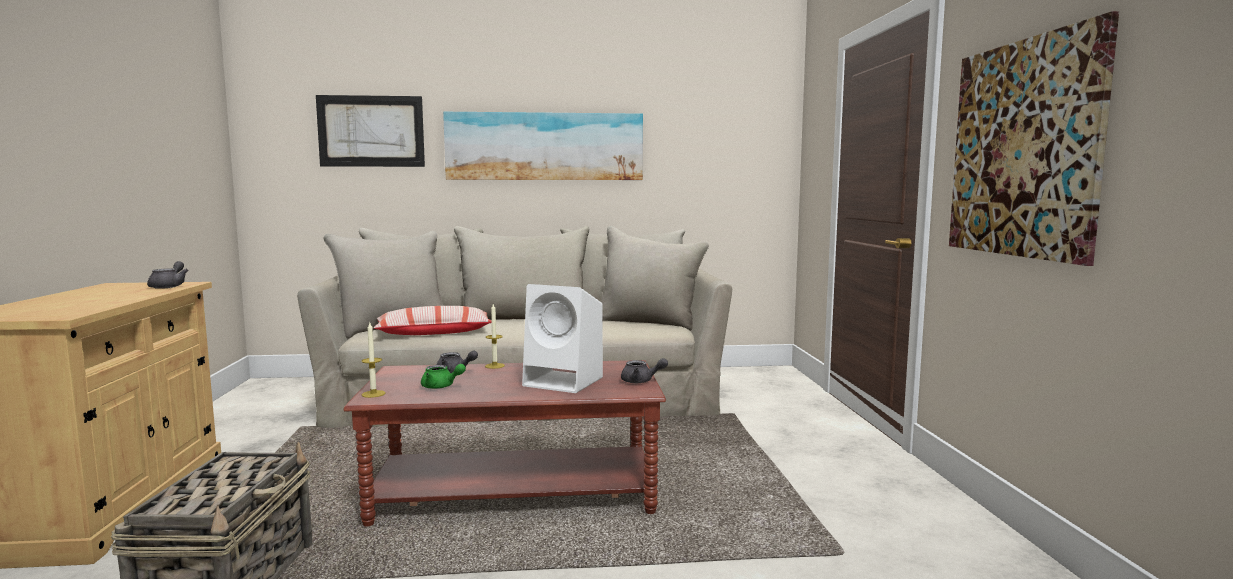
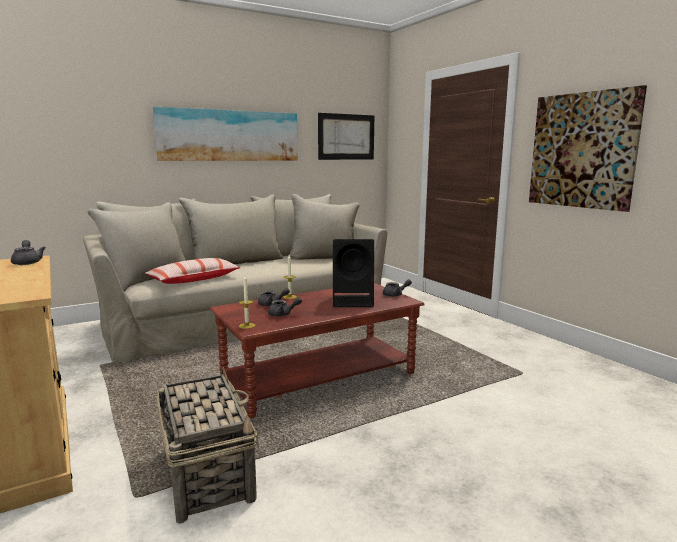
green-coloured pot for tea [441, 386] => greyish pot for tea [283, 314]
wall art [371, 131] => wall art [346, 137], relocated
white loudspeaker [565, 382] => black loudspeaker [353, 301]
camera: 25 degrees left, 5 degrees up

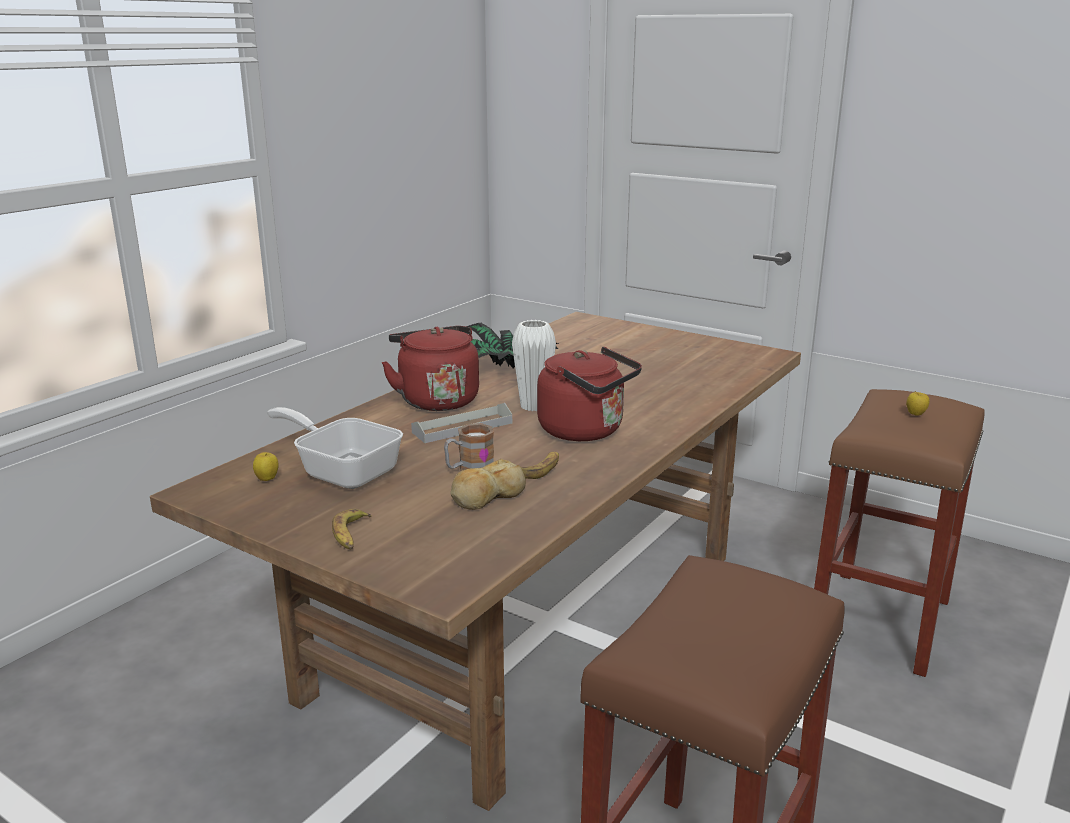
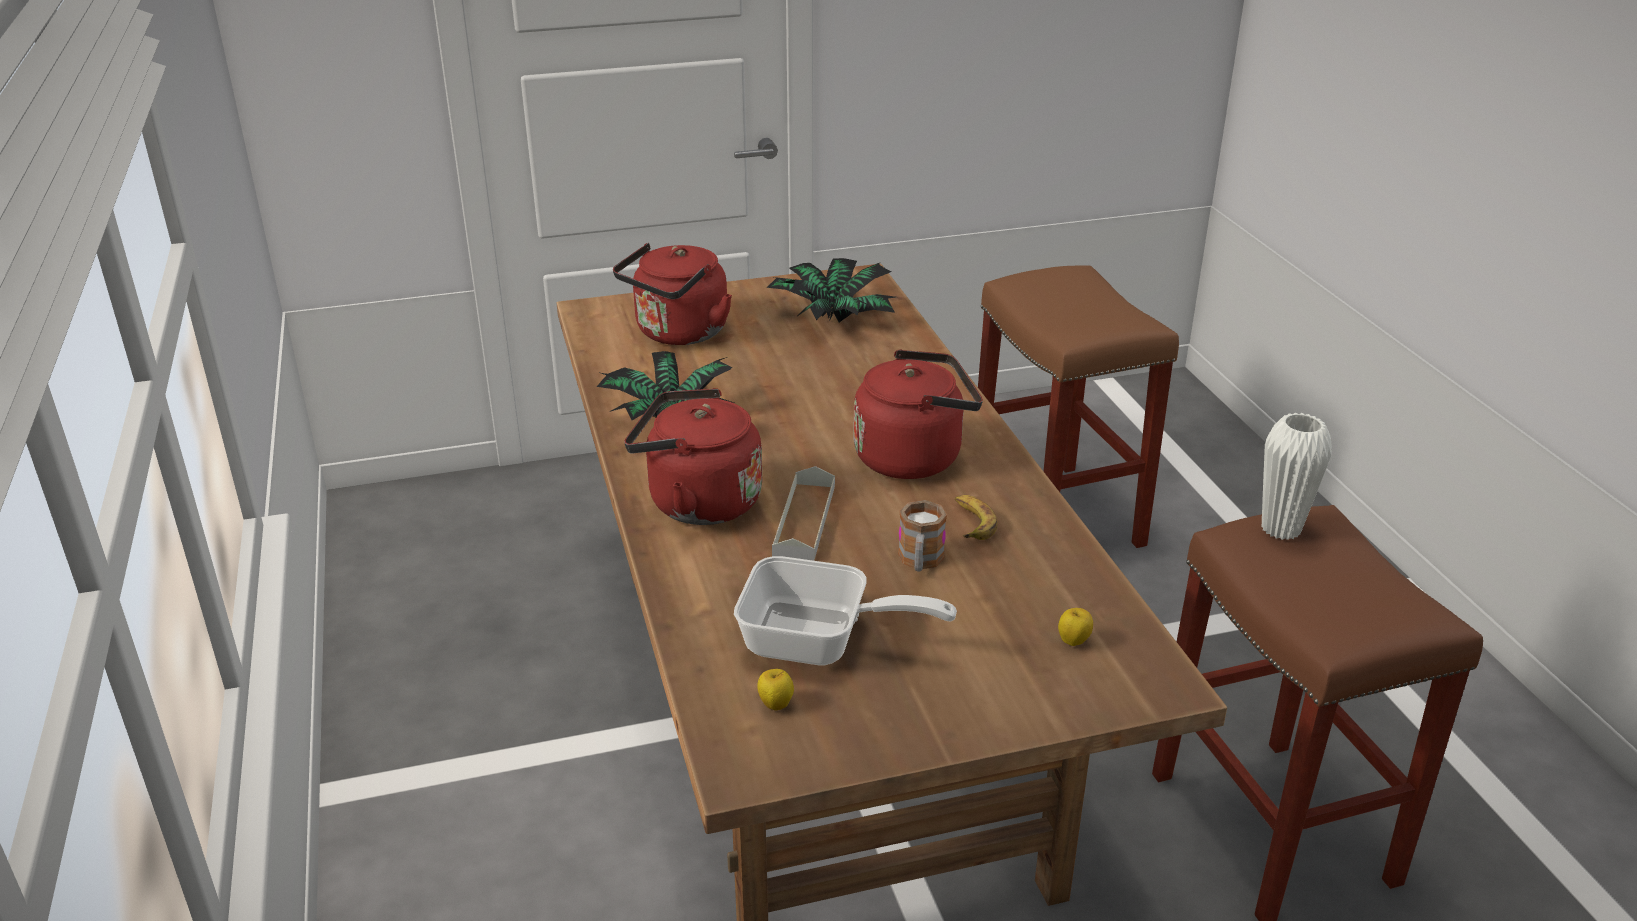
nothing => red water kettle [678, 334]
frying pan [342, 470] => frying pan [819, 643], 150 degrees counterclockwise
nothing => plant in a pot [832, 318]
whole apple [915, 415] => whole apple [1073, 642], relocated
white decorative vase [533, 406] => white decorative vase [1281, 529], relocated
banana [351, 535] => nothing
bakery bread [486, 496] => nothing
camera: 50 degrees left, 10 degrees up

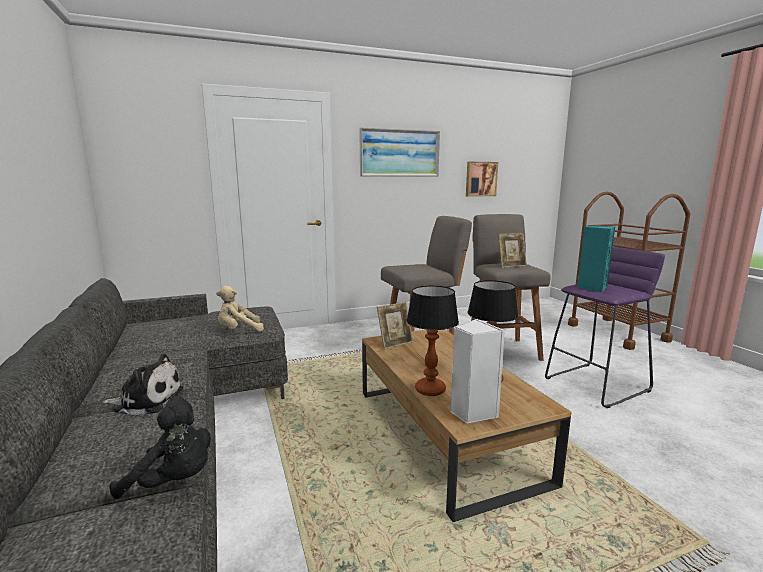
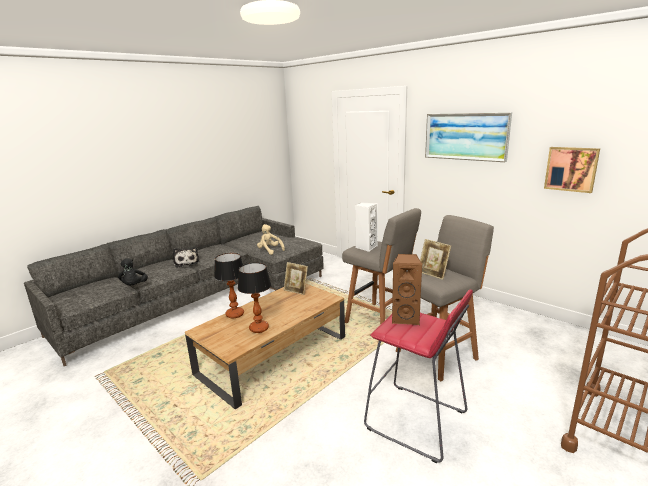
white loudspeaker [472, 413] => white loudspeaker [366, 247], relocated
purple-coloured sitting stool [597, 384] => red sitting stool [416, 421]
blue-green loudspeaker [592, 287] => brown-coloured loudspeaker [406, 318]
camera: 65 degrees right, 5 degrees up

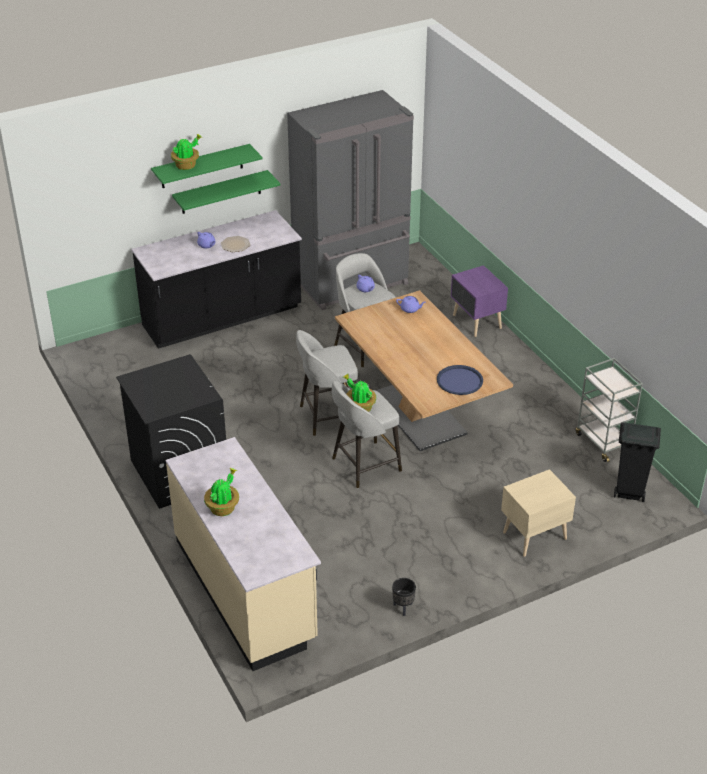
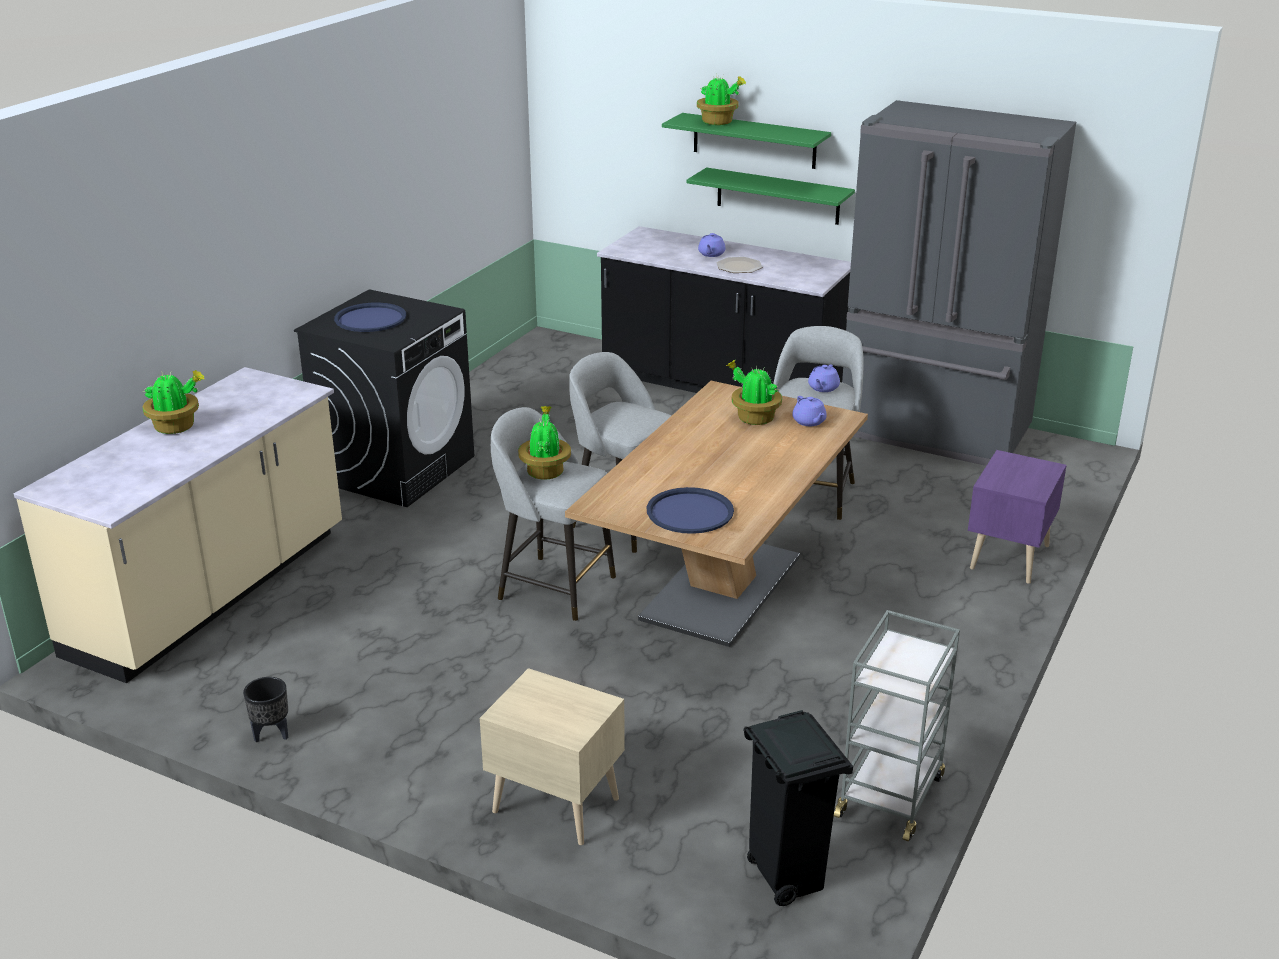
nothing => bluish serving tray [370, 319]
nothing => plant in a pot [754, 418]
camera: 55 degrees right, 10 degrees down

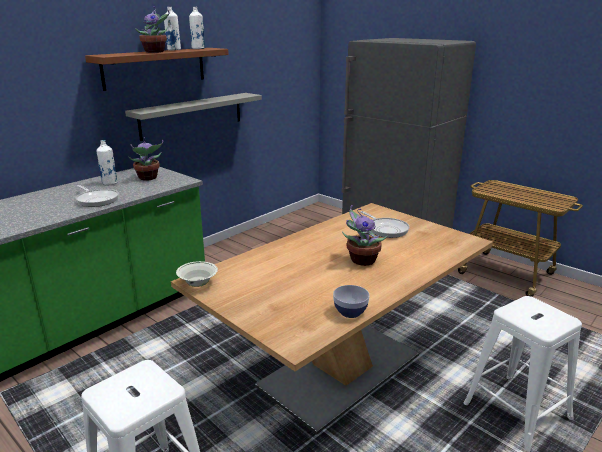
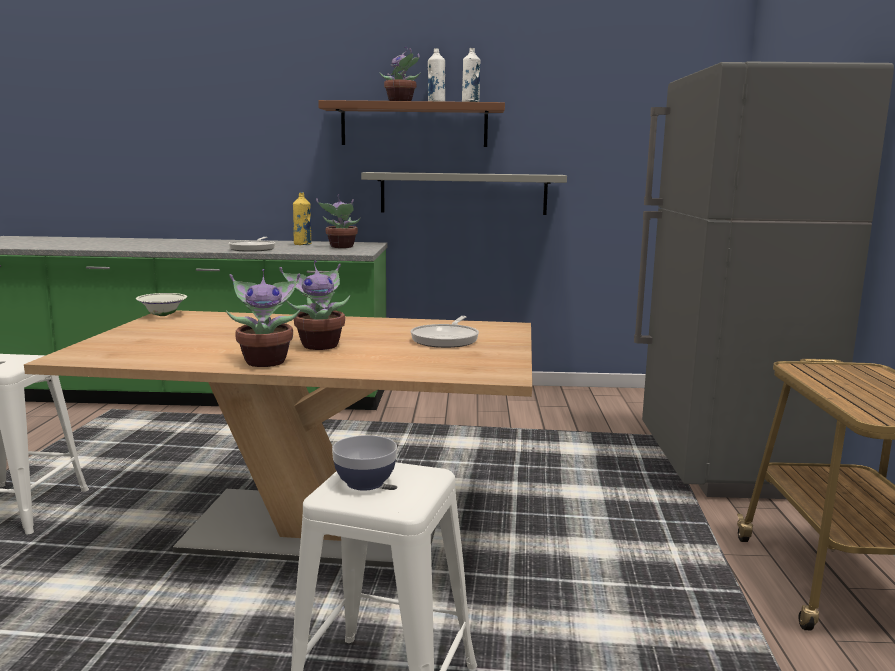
nothing => plant in a pot [266, 361]
white bottle [109, 183] => yellow-coloured bottle [302, 244]
serving bowl [350, 312] => serving bowl [365, 482], relocated
camera: 50 degrees right, 10 degrees down

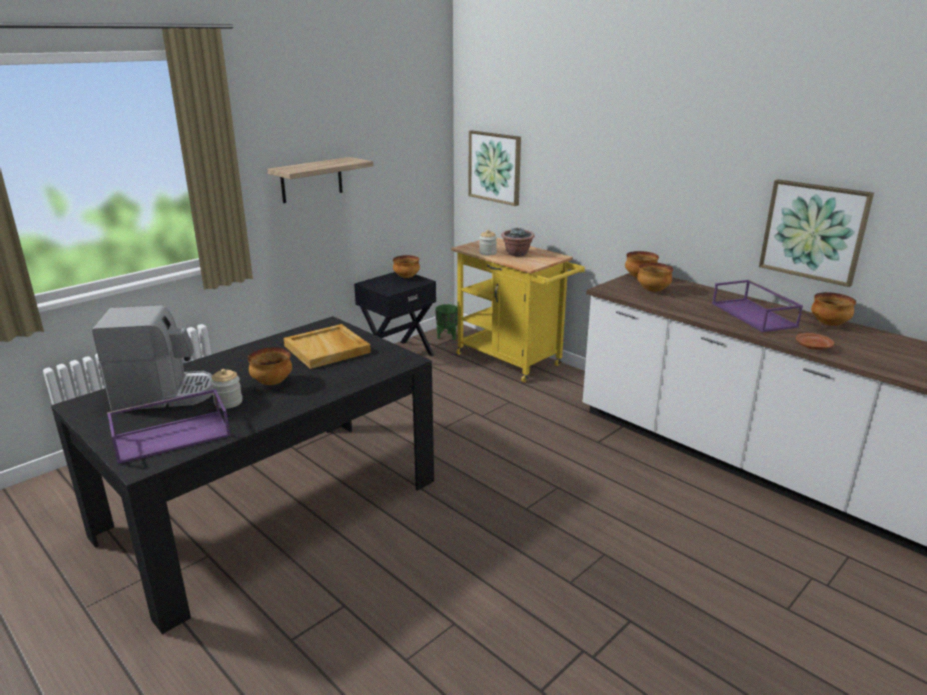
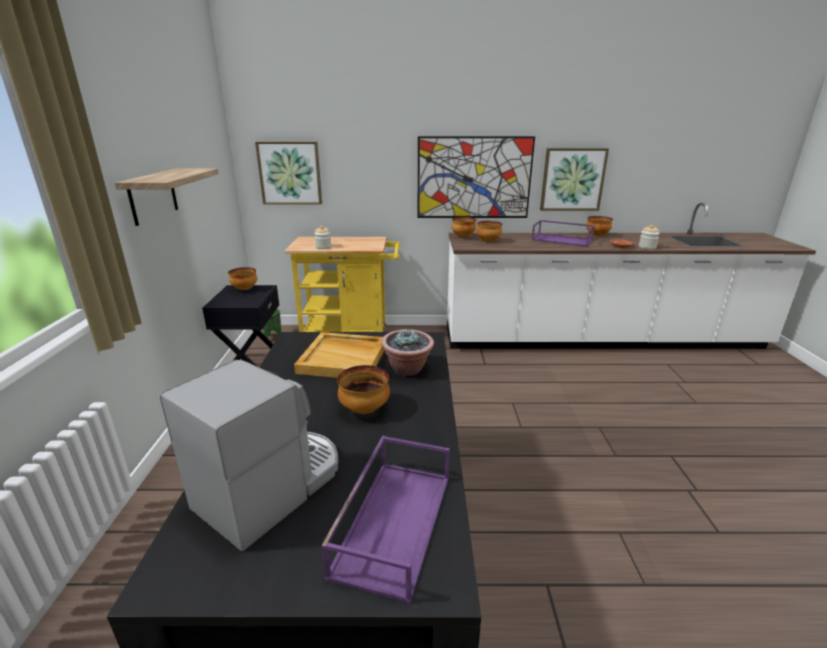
plant in a pot [517, 254] => plant in a pot [408, 369], relocated
nothing => wall art [474, 178]
jar [228, 402] => jar [647, 247], relocated
camera: 45 degrees left, 0 degrees up

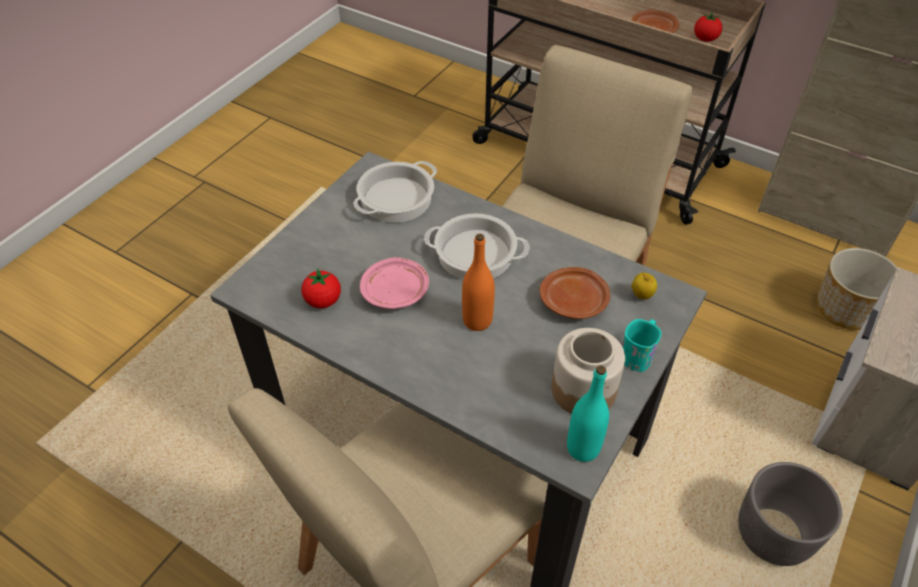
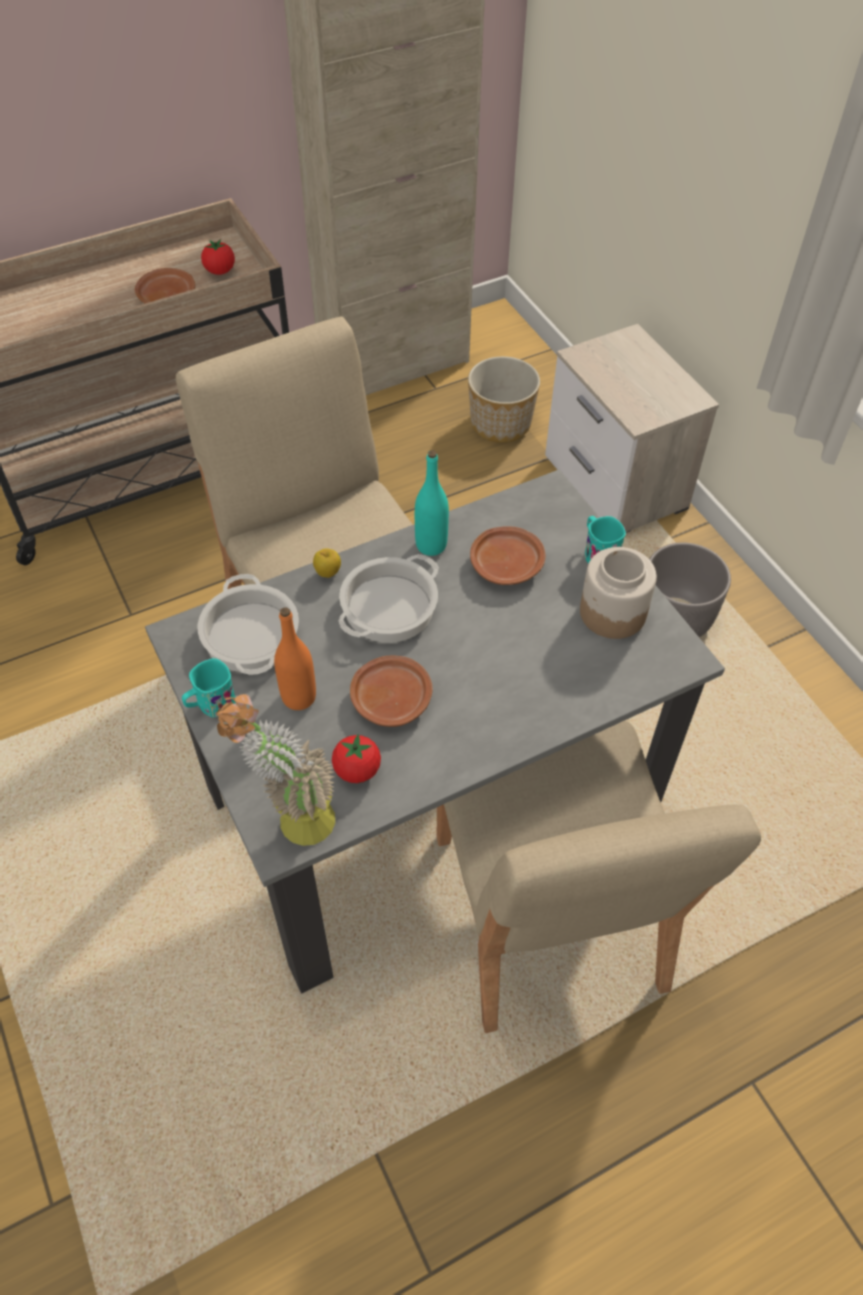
nothing => blue-green mug [211, 705]
nothing => plant in a pot [292, 820]
orange bottle [477, 320] => orange bottle [299, 697], relocated
whole apple [641, 296] => whole apple [328, 574], relocated
pink-coloured flat dish [396, 291] => brown-coloured flat dish [391, 698]
blue-green bottle [583, 448] => blue-green bottle [431, 545], relocated
camera: 60 degrees left, 5 degrees up

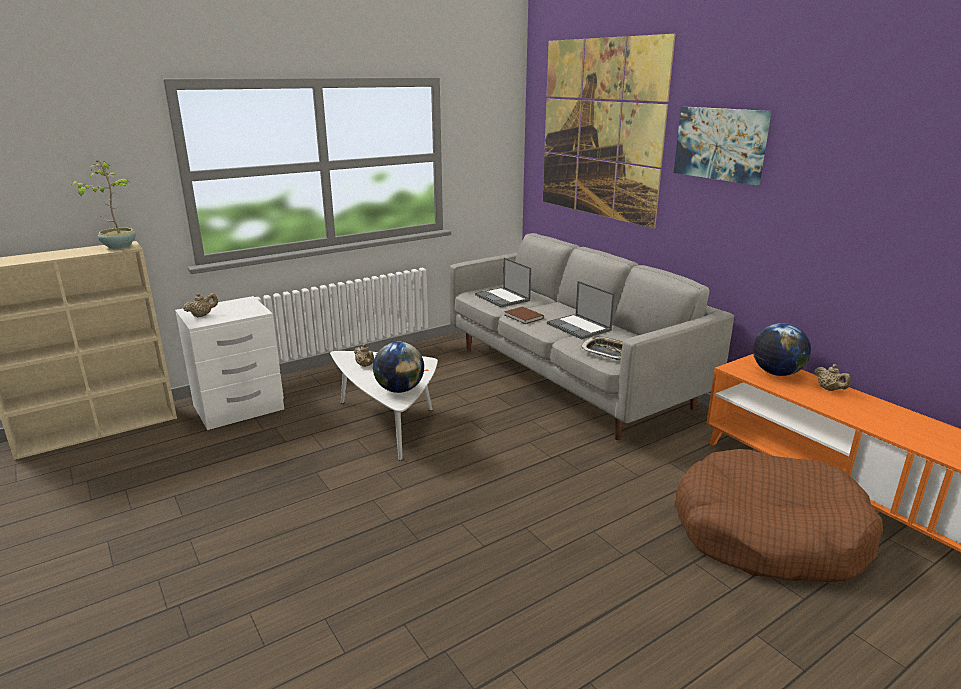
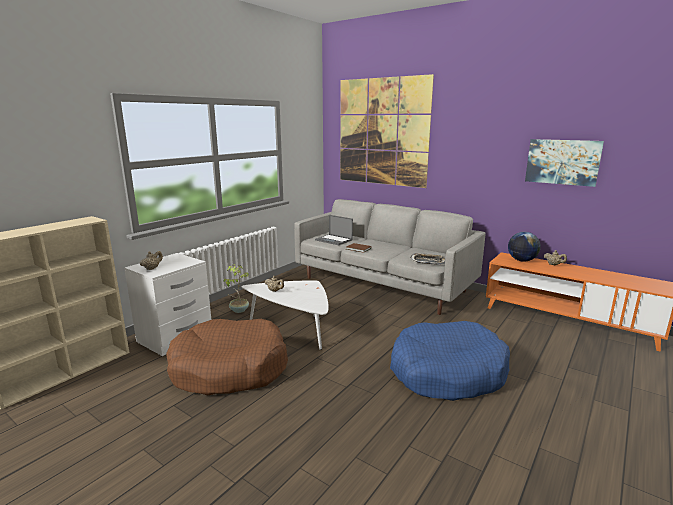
brown-coloured dog cushion [767, 533] => brown-coloured dog cushion [229, 368], relocated
plant in a pot [118, 246] => plant in a pot [238, 310], relocated
nothing => bluish dog cushion [447, 372]
wall art [720, 144] => wall art [562, 162], relocated
desk globe [399, 389] => nothing
portable computer [579, 327] => nothing
camera: 20 degrees left, 5 degrees down

